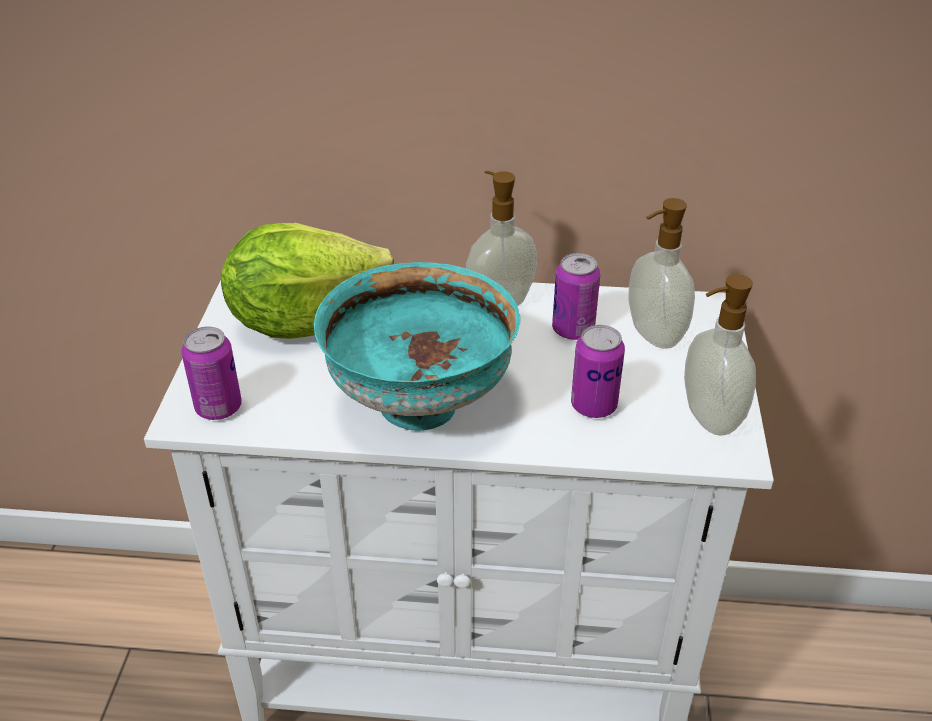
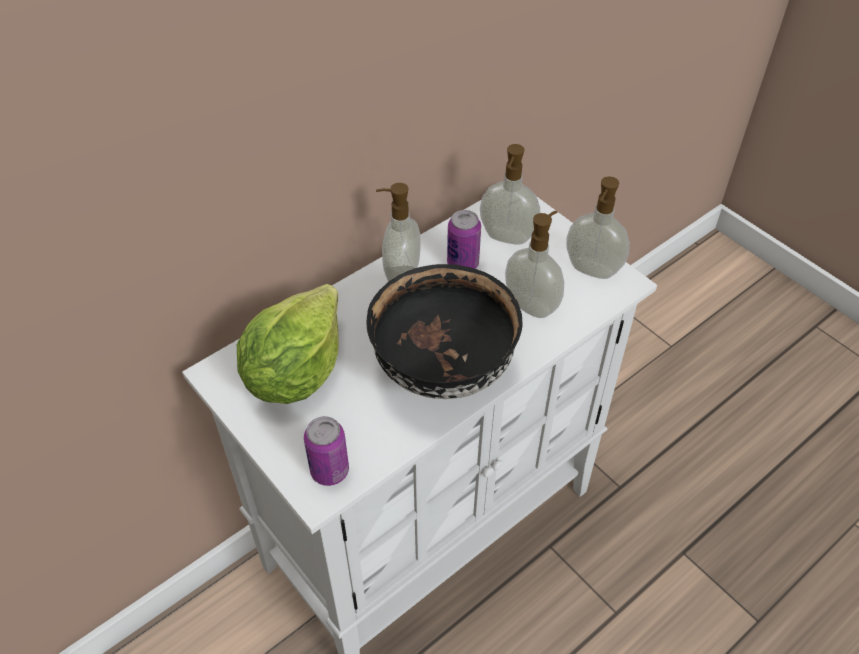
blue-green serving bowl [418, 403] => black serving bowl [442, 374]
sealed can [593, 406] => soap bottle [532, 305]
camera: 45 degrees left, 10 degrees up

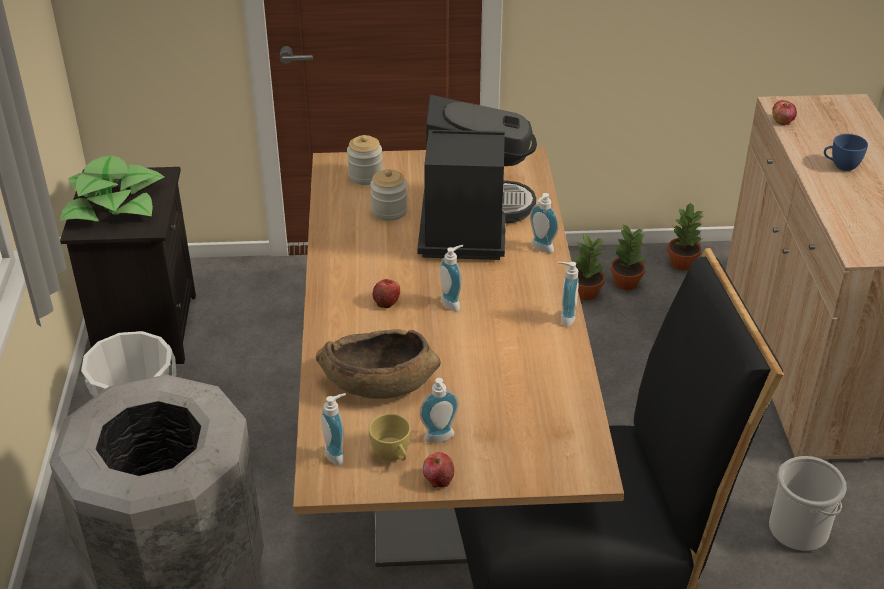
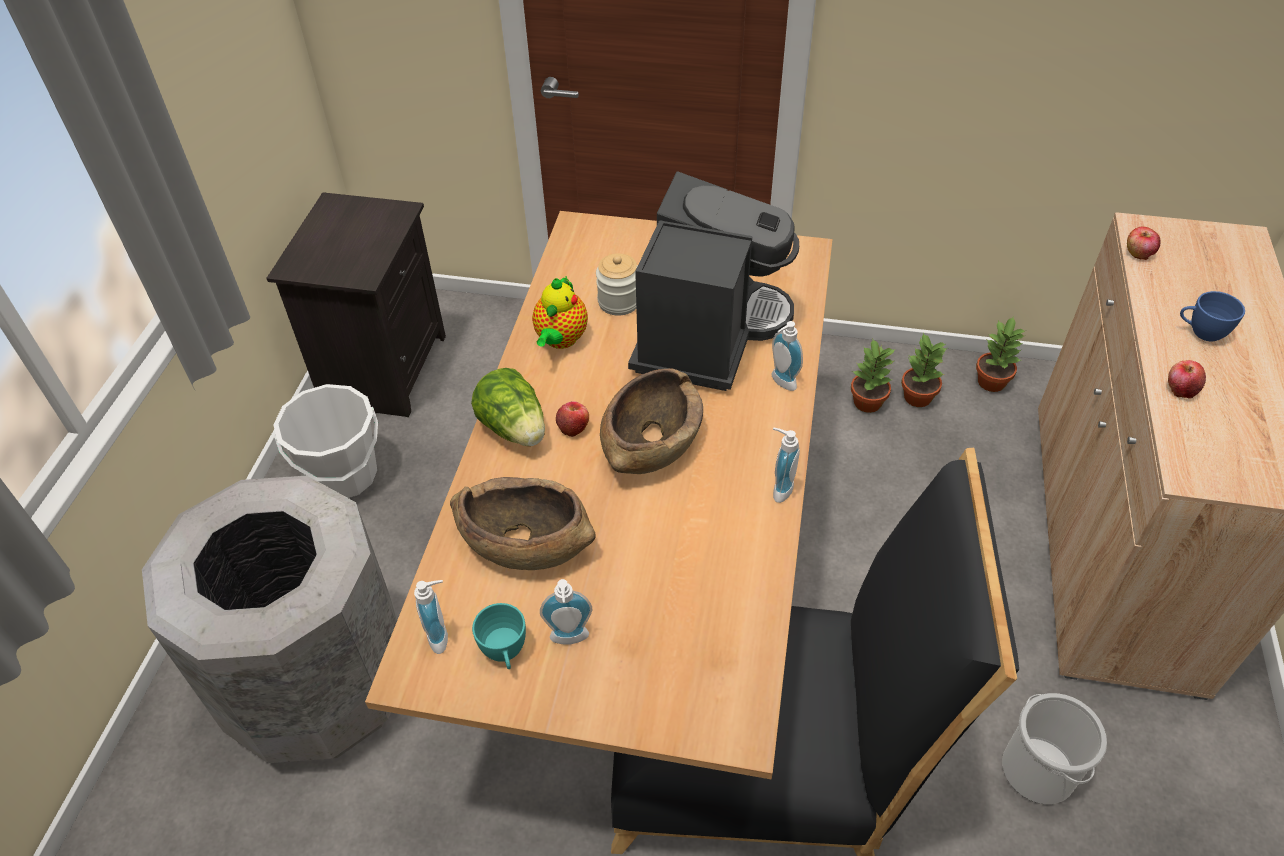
nothing => head of lettuce [515, 429]
yellow-coloured drinking cup [393, 456] => blue-green drinking cup [505, 653]
nothing => pot for tea [560, 340]
soap bottle [453, 302] => brown-coloured serving bowl [651, 442]
whole apple [438, 479] => whole apple [1180, 389], relocated
plant in a pot [114, 204] => nothing
jar [365, 176] => nothing
camera: 15 degrees right, 10 degrees up

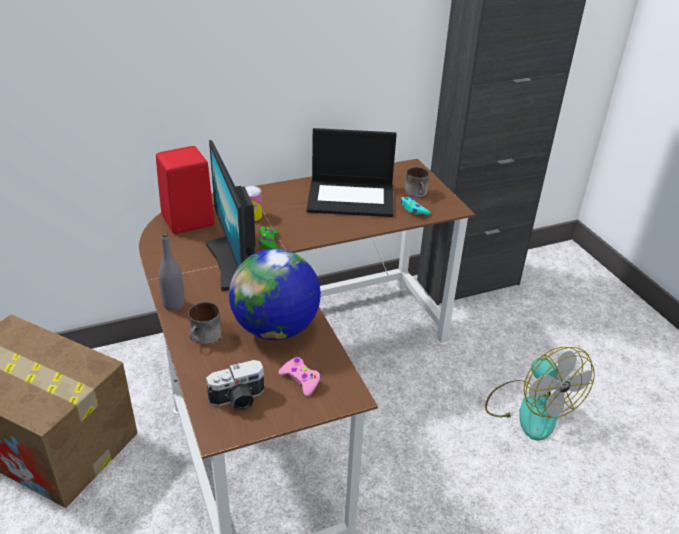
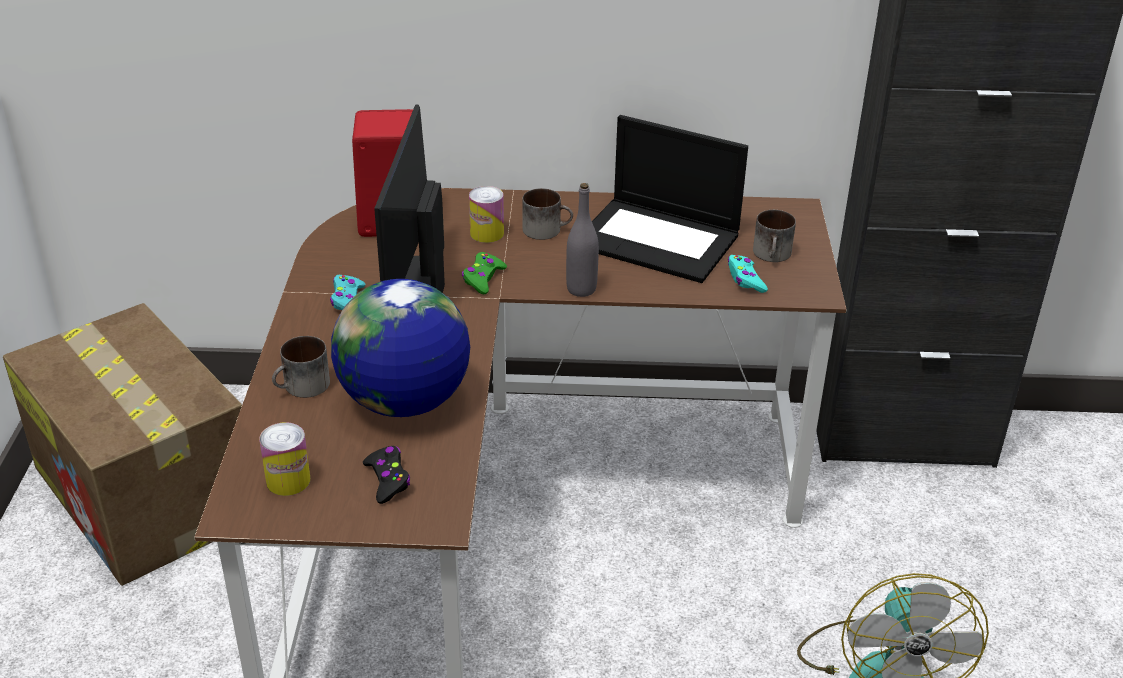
photo camera [238, 399] => sealed can [288, 480]
nothing => blue-green joypad [348, 301]
pink-coloured joypad [301, 379] => black joypad [388, 479]
nothing => mug [547, 229]
greyish bottle [174, 305] => greyish bottle [581, 289], relocated
camera: 25 degrees right, 0 degrees up

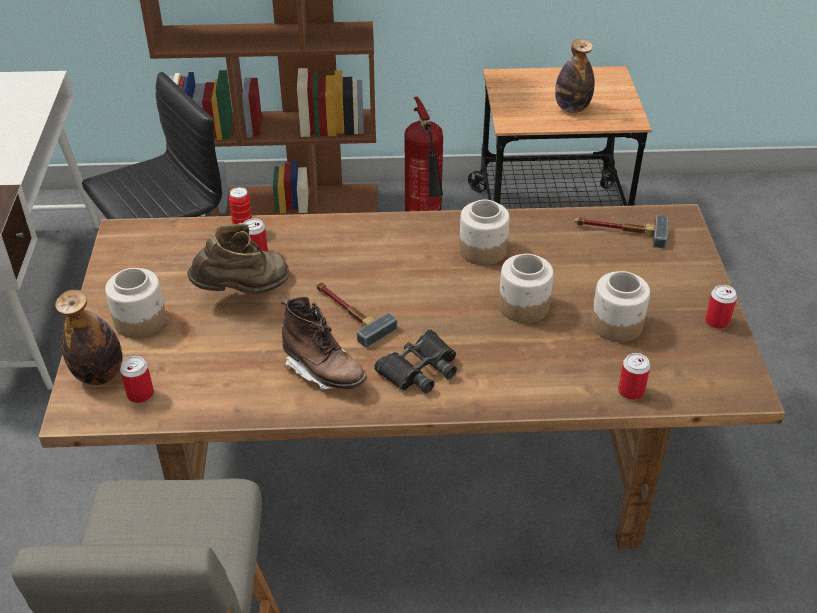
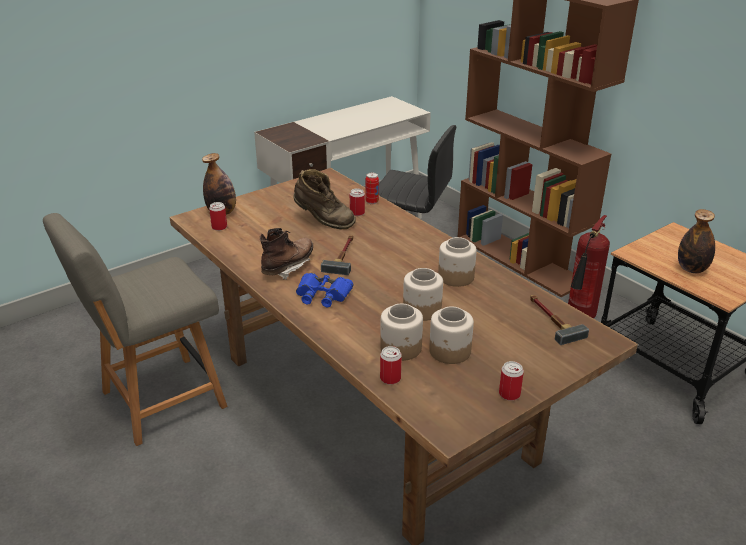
brown-coloured tall boot [323, 371] => brown-coloured tall boot [288, 267], 150 degrees counterclockwise
black binoculars [419, 369] => bluish binoculars [323, 294]
jar [141, 321] => jar [401, 348], relocated
camera: 55 degrees right, 10 degrees down

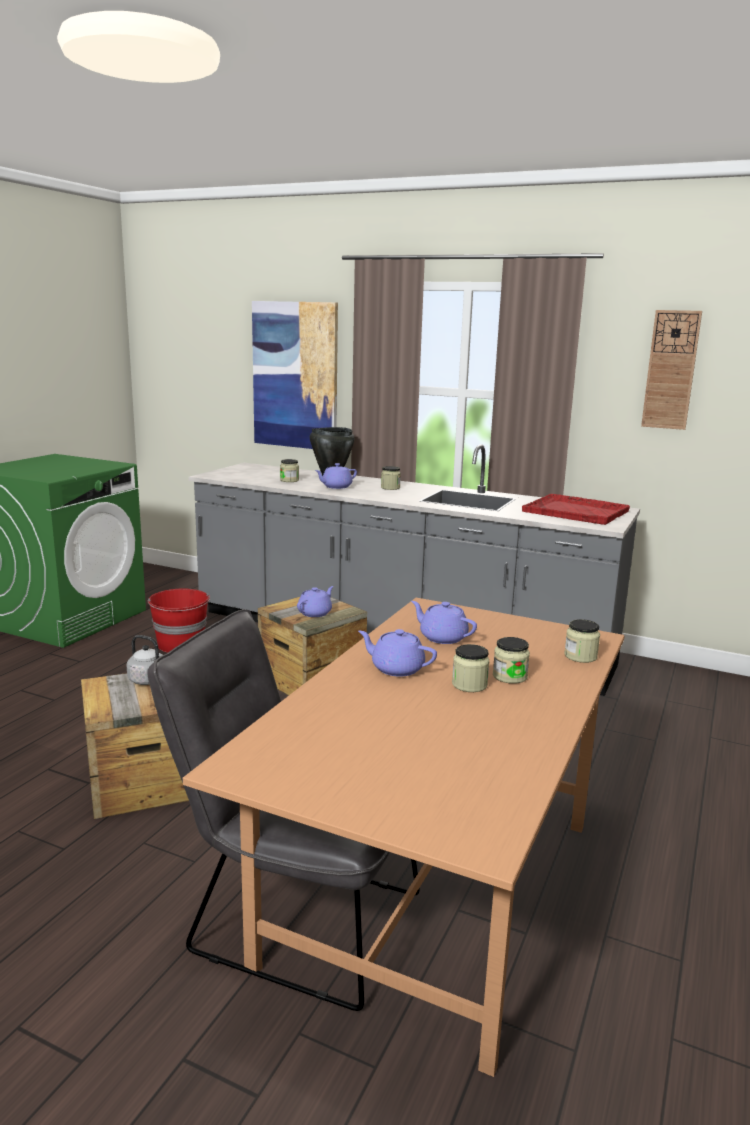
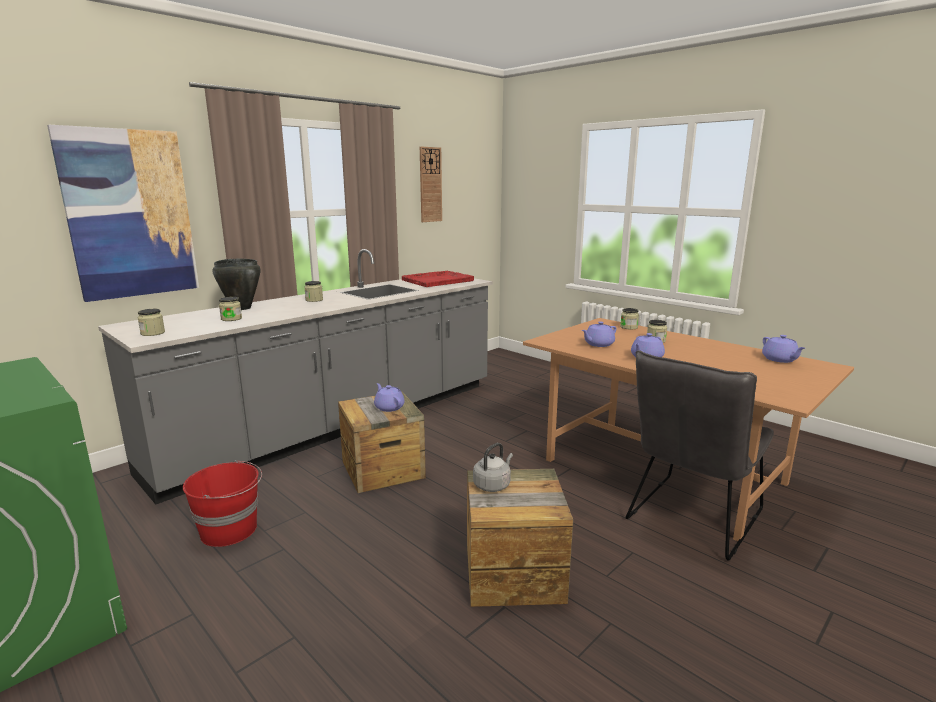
jar [469, 685] => jar [153, 333], relocated
purple-coloured pot for tea [336, 487] => purple-coloured pot for tea [780, 360], relocated
camera: 70 degrees left, 0 degrees up

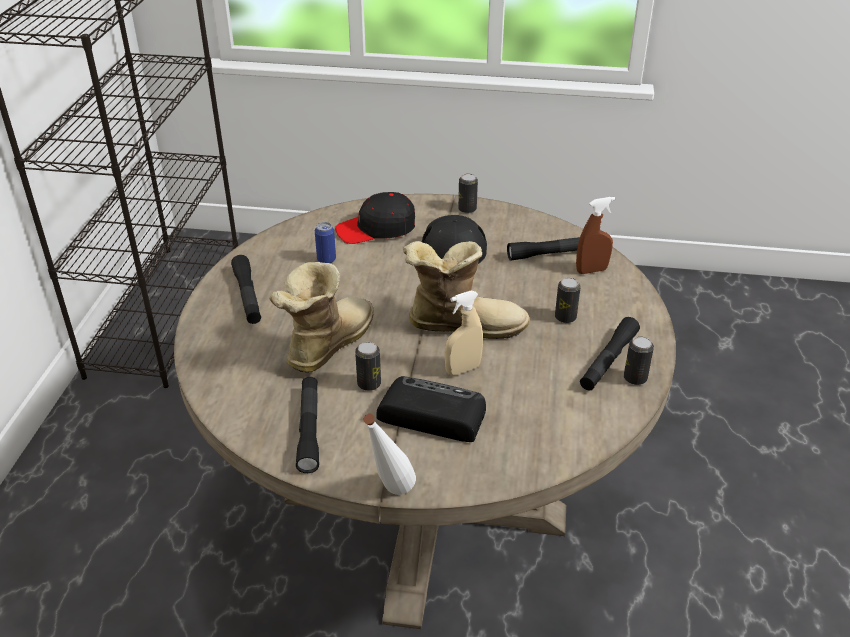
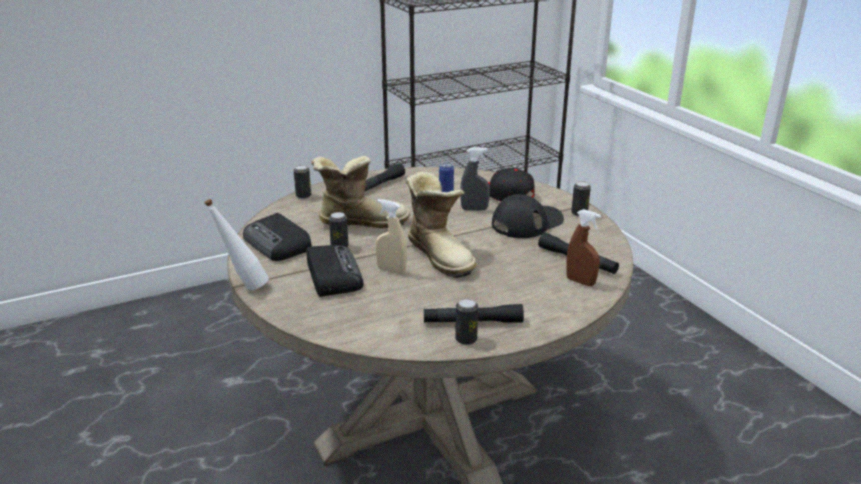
black flashlight [309, 429] => radio set [278, 244]
sealed can [565, 317] => sealed can [303, 196], relocated
nothing => greyish spray bottle [474, 209]
camera: 55 degrees right, 10 degrees down

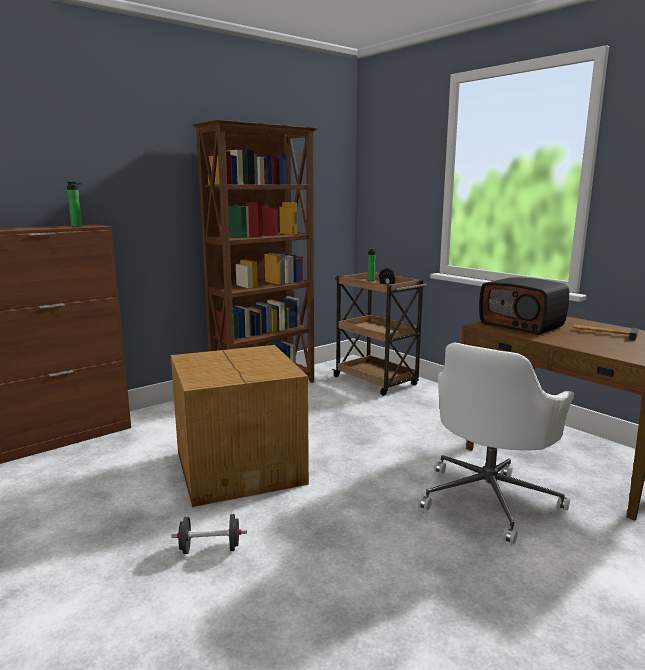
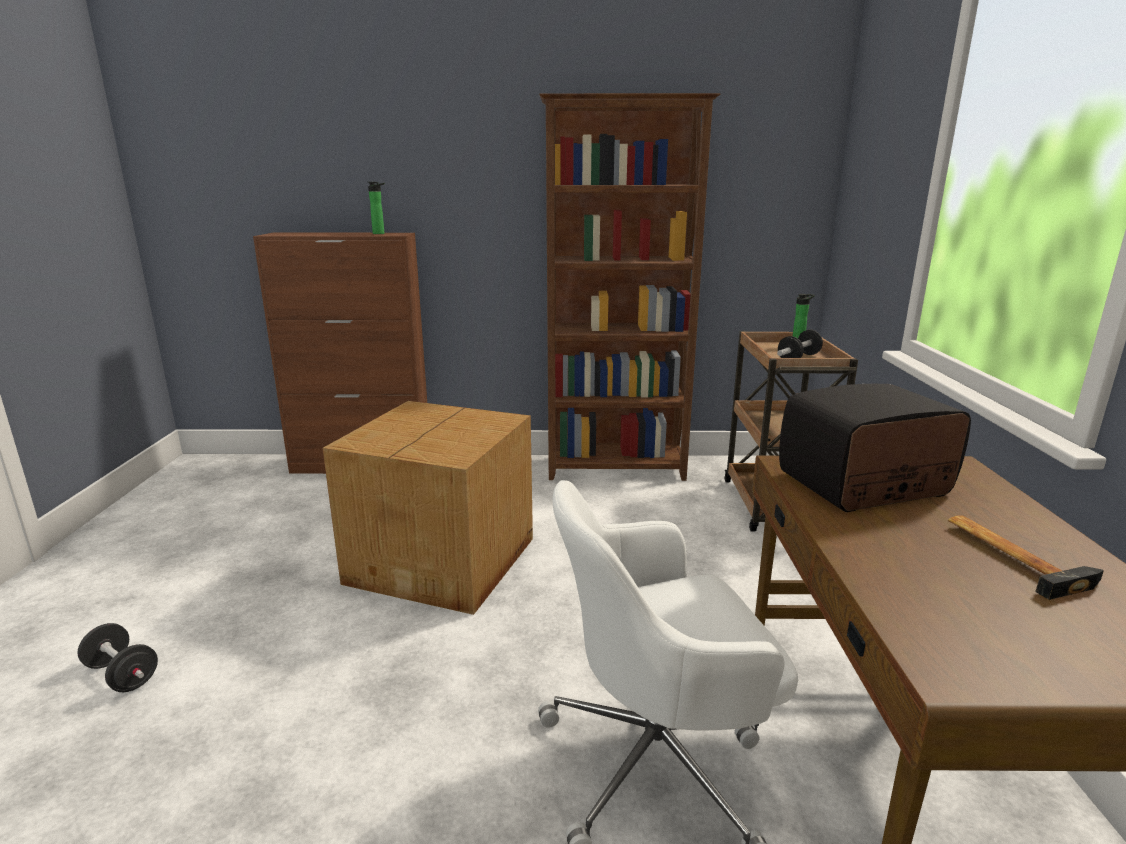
black dumbbell [210, 549] => black dumbbell [122, 675], relocated
radio set [522, 325] => radio set [864, 485], 75 degrees clockwise
camera: 40 degrees right, 5 degrees up

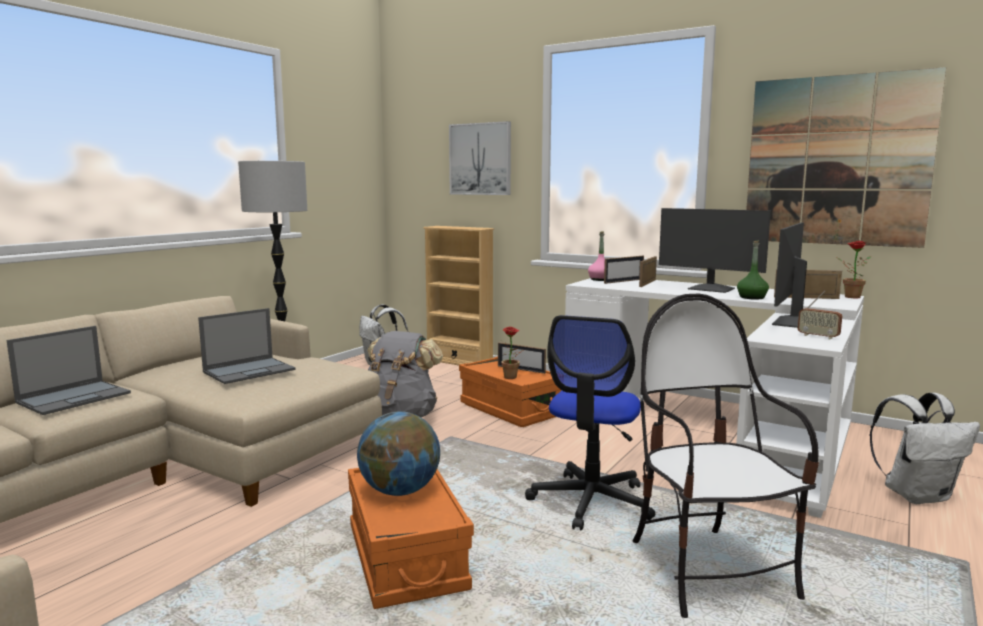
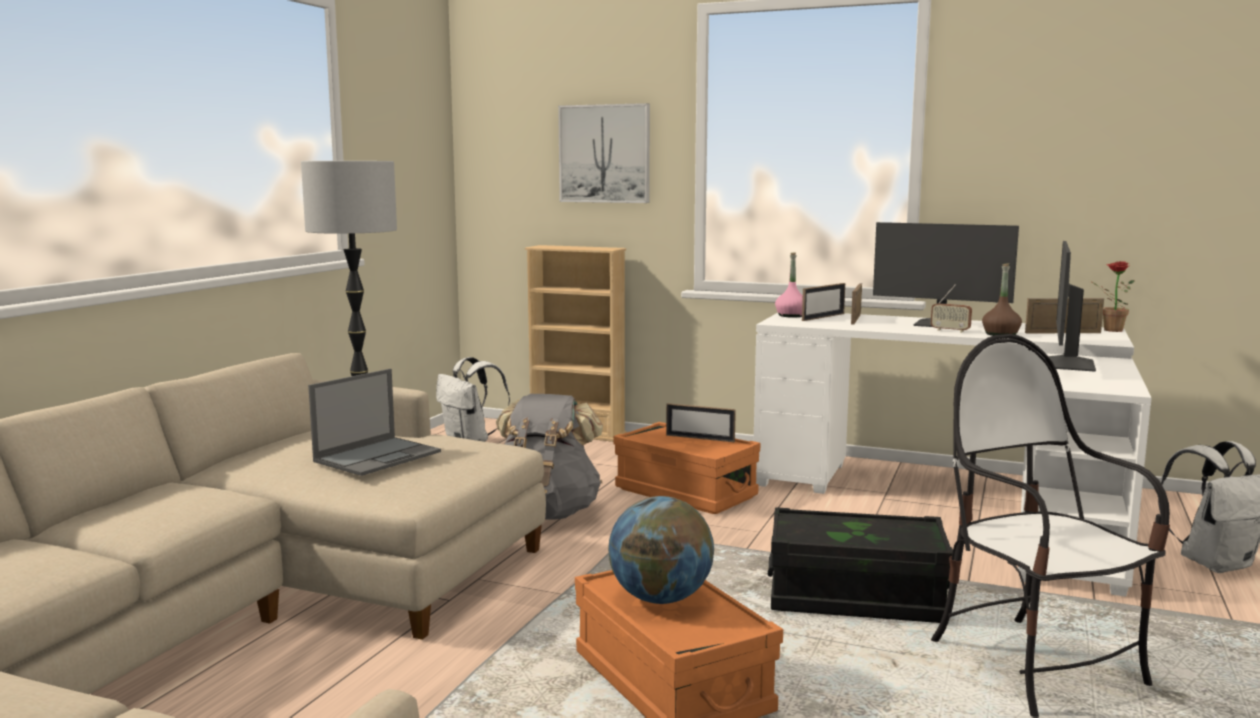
desk chair [591, 501] => black storage box [855, 599]
radio set [818, 336] => radio set [950, 331], relocated
green-coloured bottle [751, 297] => brown-coloured bottle [1000, 334]
portable computer [75, 397] => nothing
plant in a pot [511, 378] => nothing
wall art [836, 161] => nothing
camera: 10 degrees left, 0 degrees up

